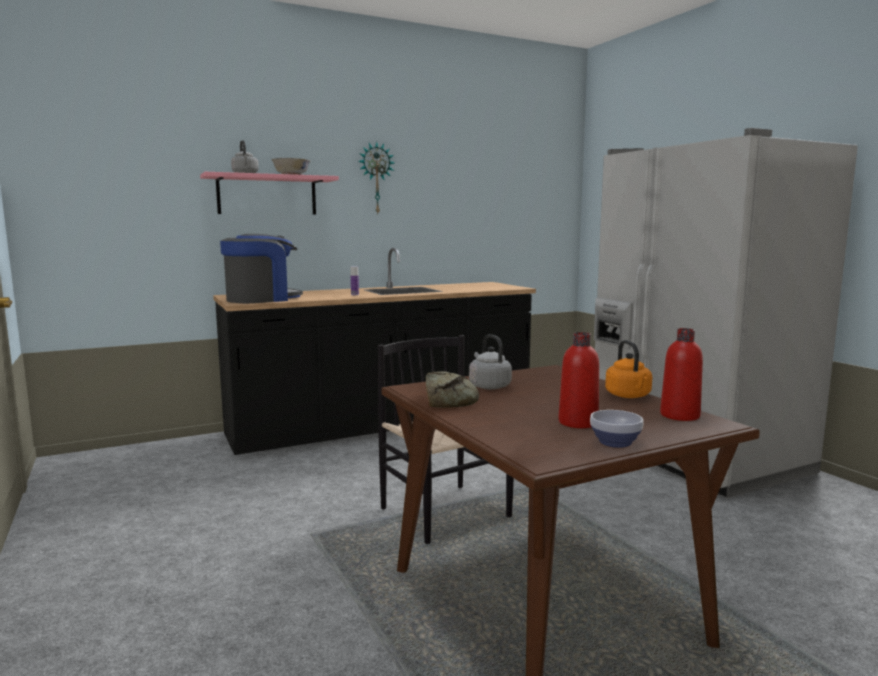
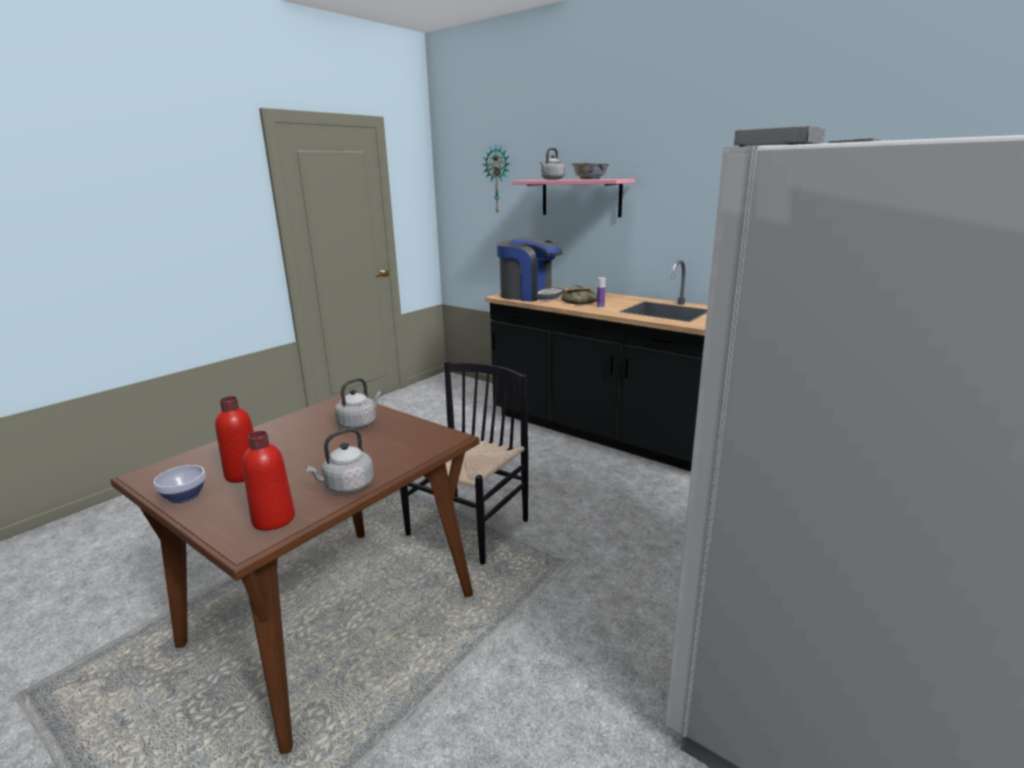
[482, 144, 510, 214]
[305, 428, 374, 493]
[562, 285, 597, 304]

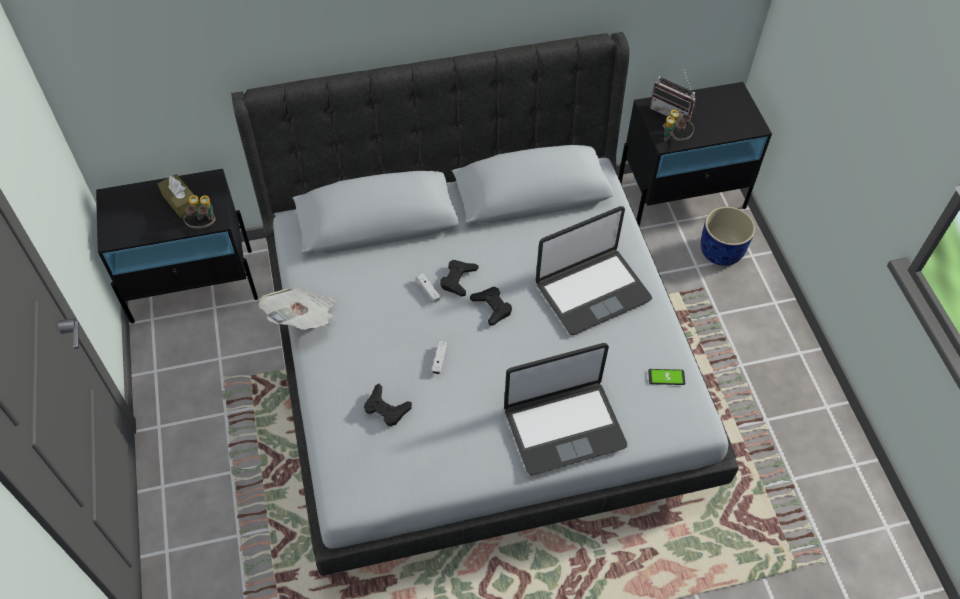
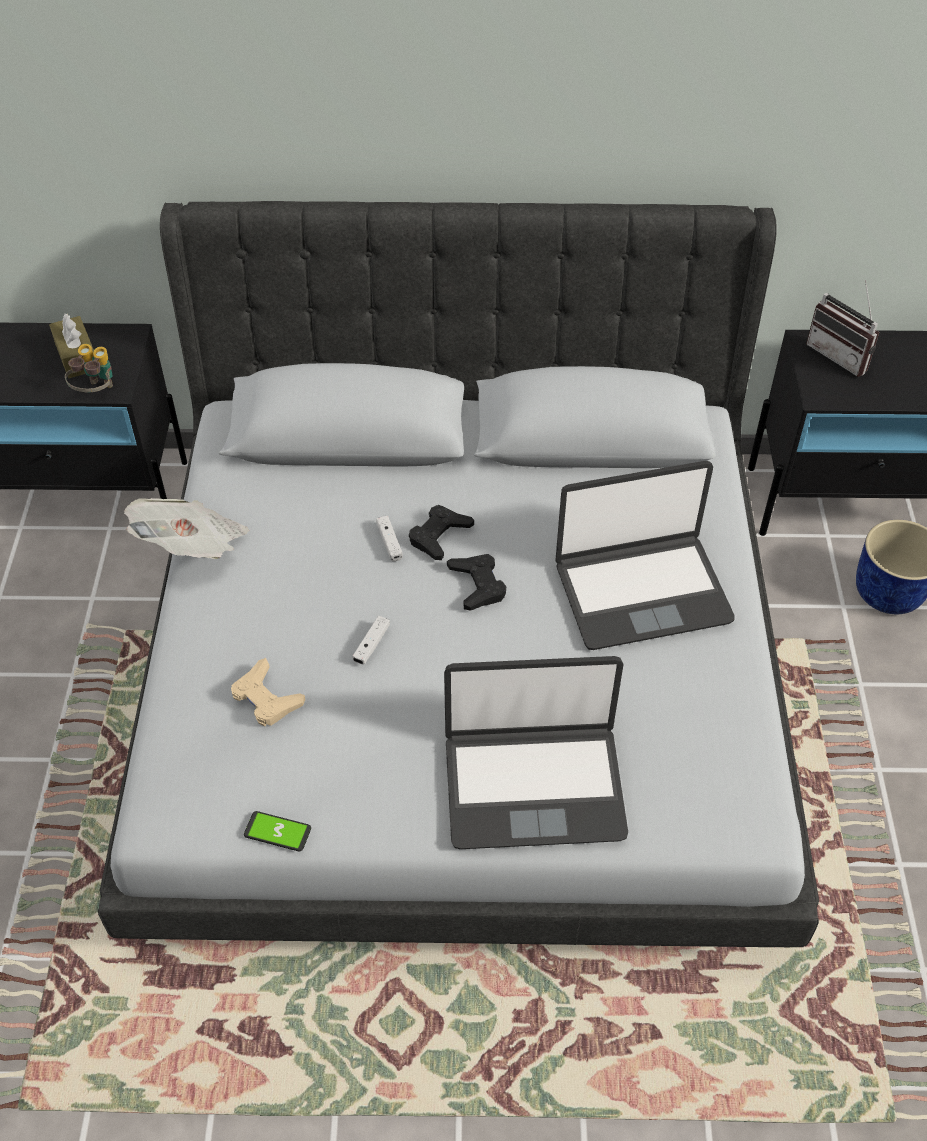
[663, 110, 694, 141] (first image)
[244, 811, 311, 851]
[231, 658, 305, 726]

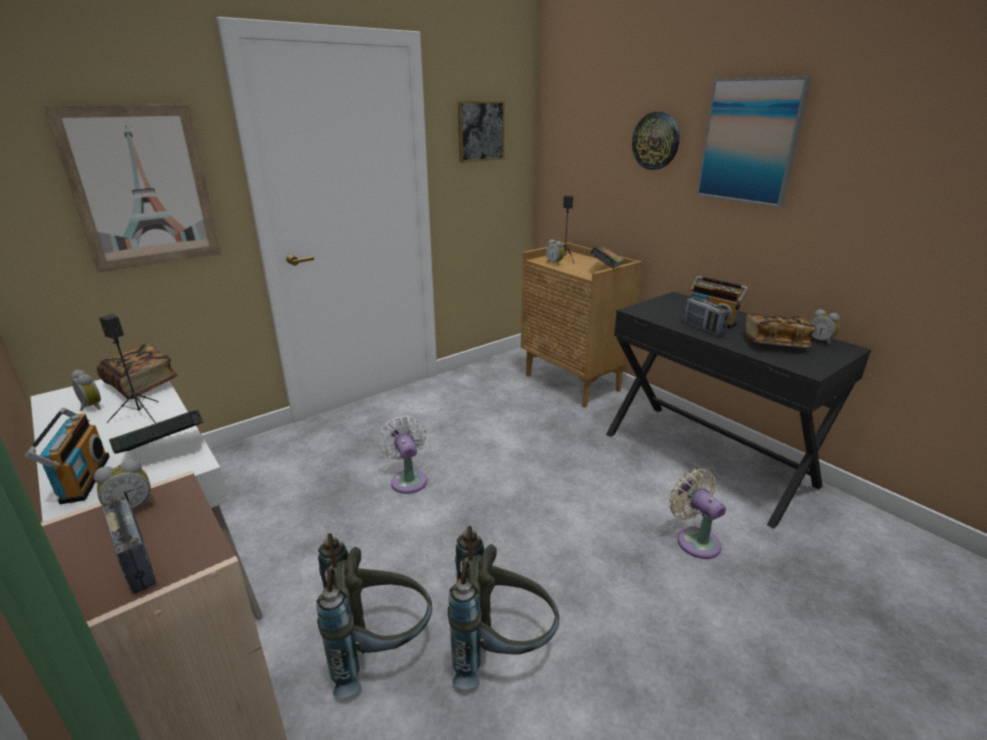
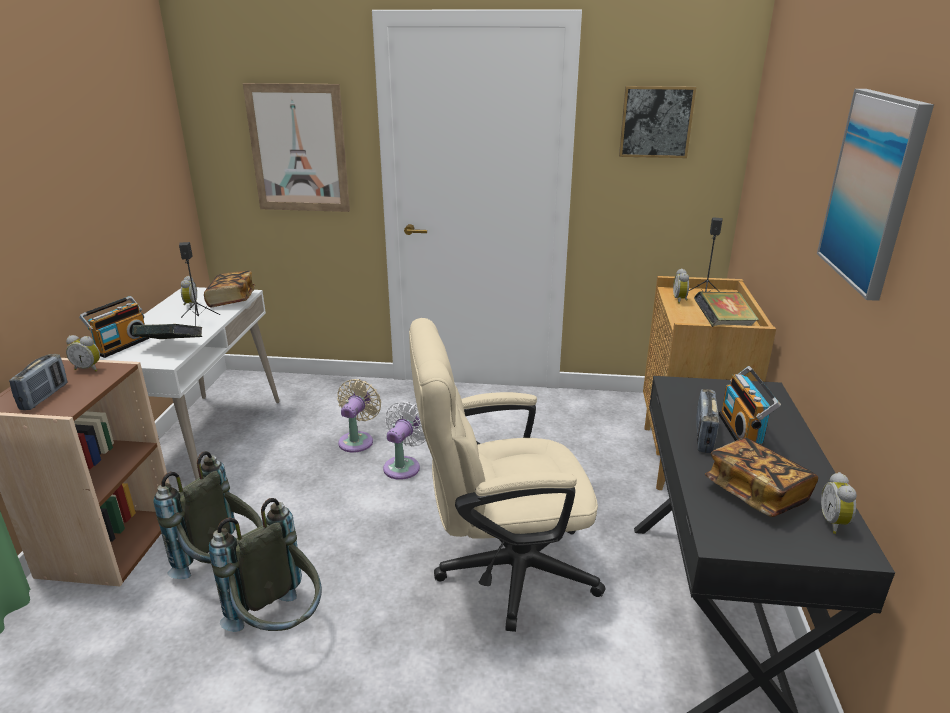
[632, 112, 680, 170] (first image)
[337, 379, 381, 453]
[409, 318, 605, 632]

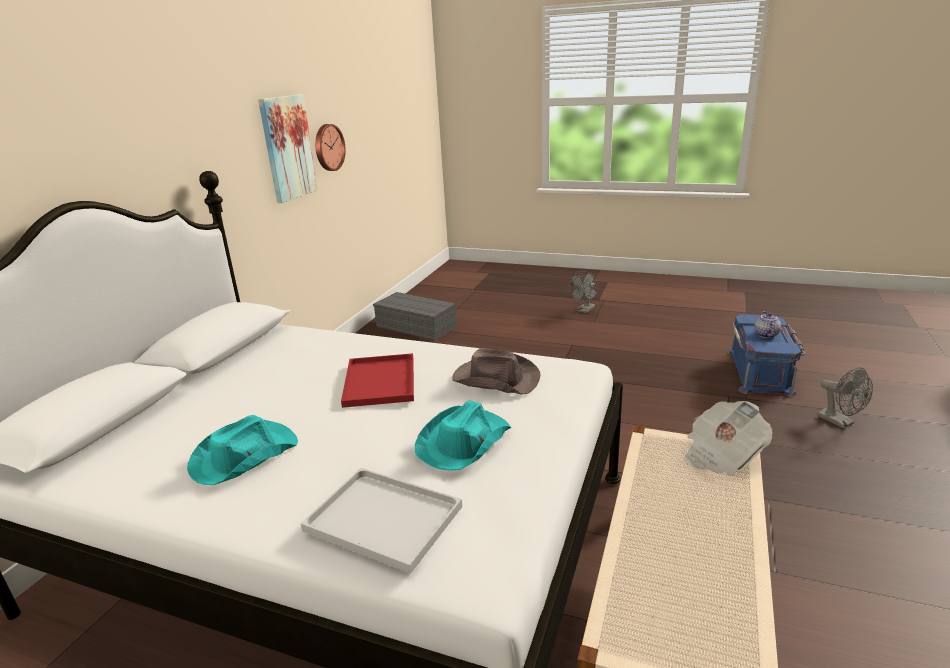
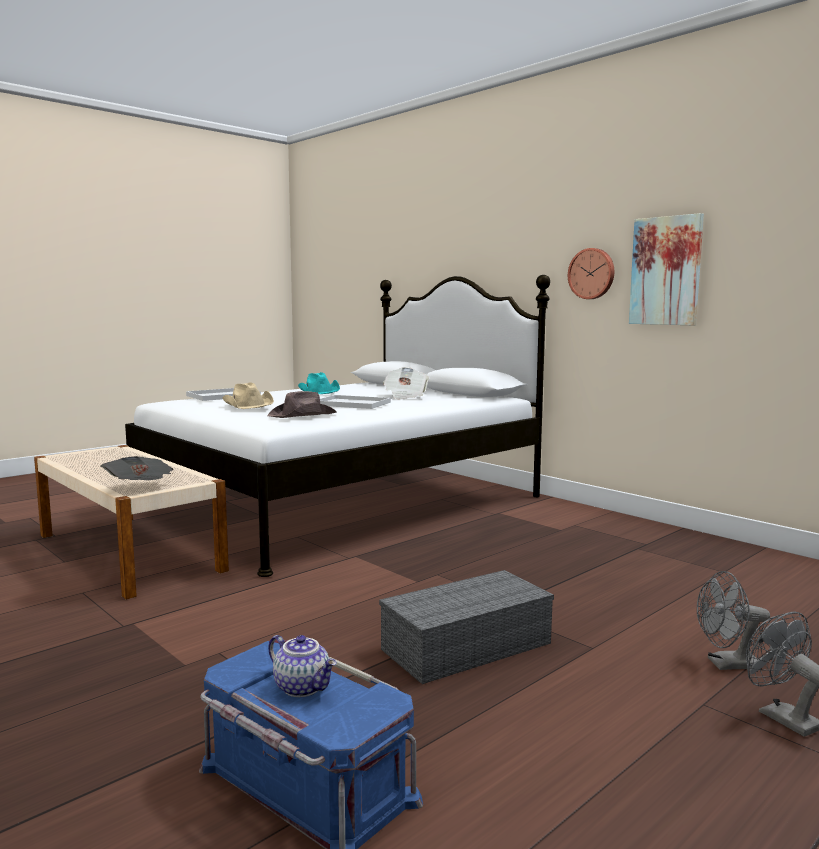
[568, 248, 614, 299]
[379, 570, 554, 684]
[320, 395, 391, 409]
[697, 571, 770, 670]
[222, 382, 274, 409]
[383, 367, 429, 400]

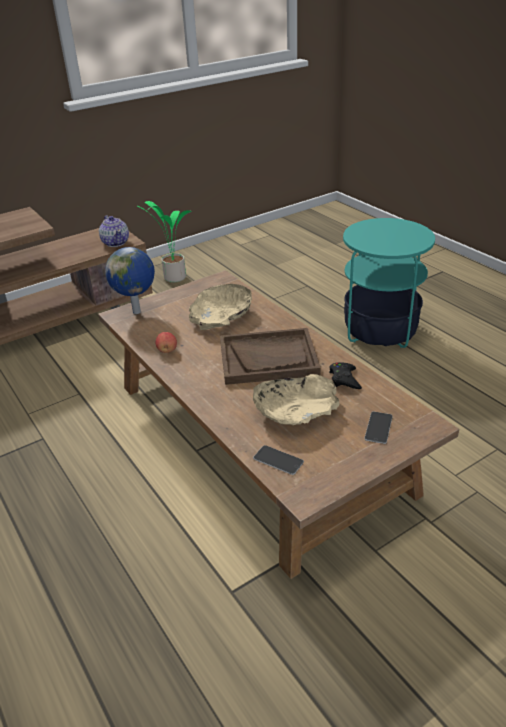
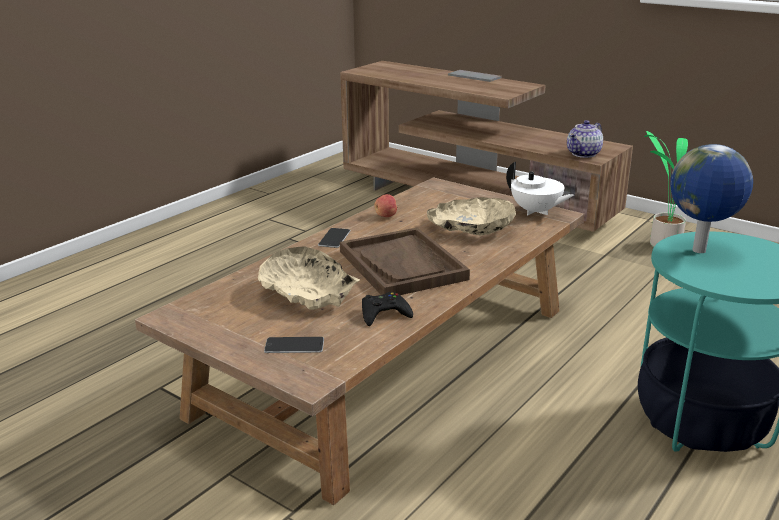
[670, 144, 753, 253]
[318, 228, 350, 248]
[506, 162, 574, 215]

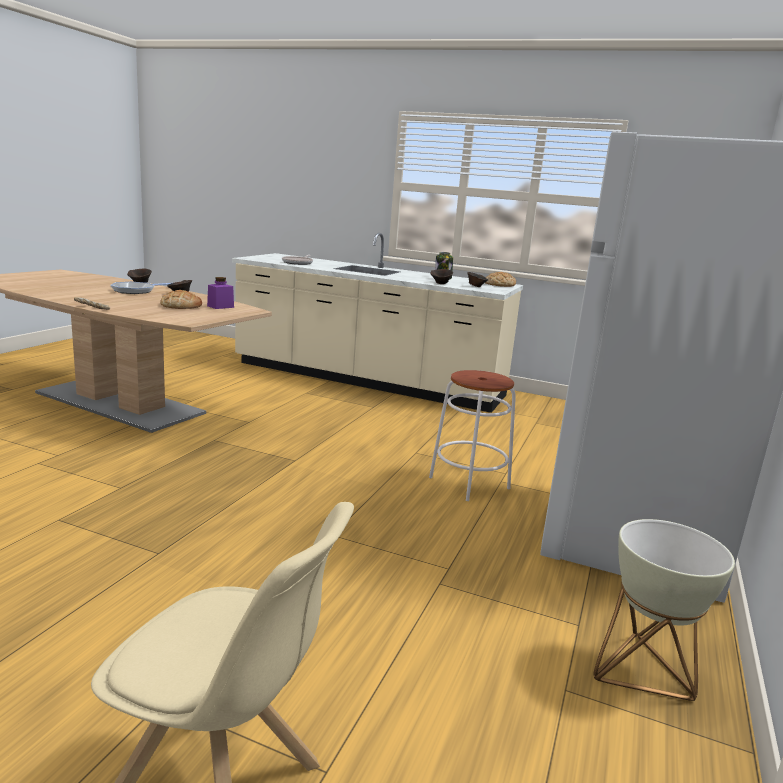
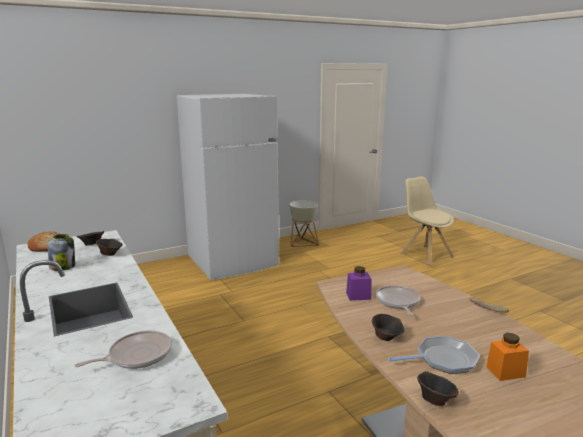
[376, 285, 420, 316]
[429, 370, 515, 501] (first image)
[486, 333, 529, 381]

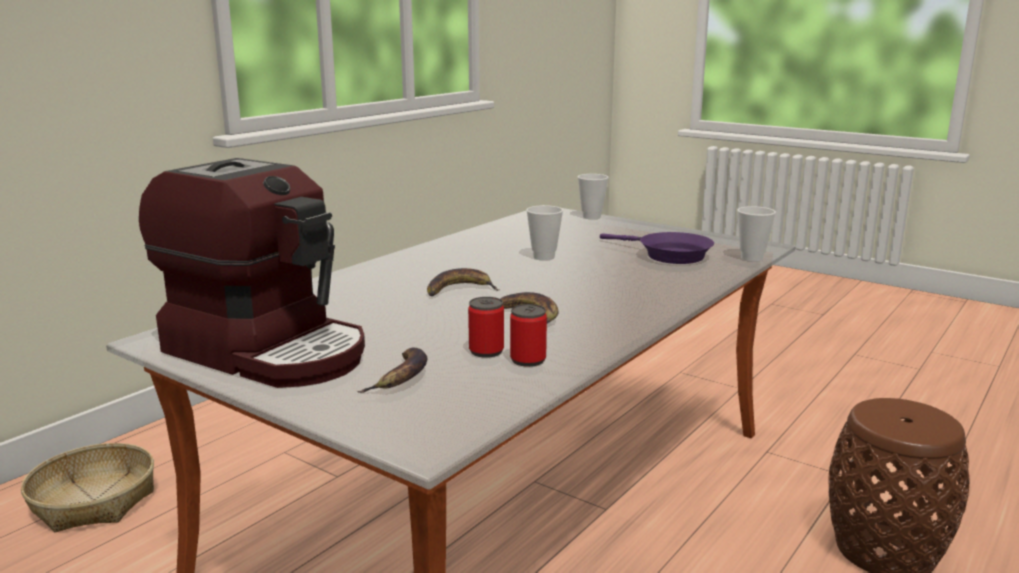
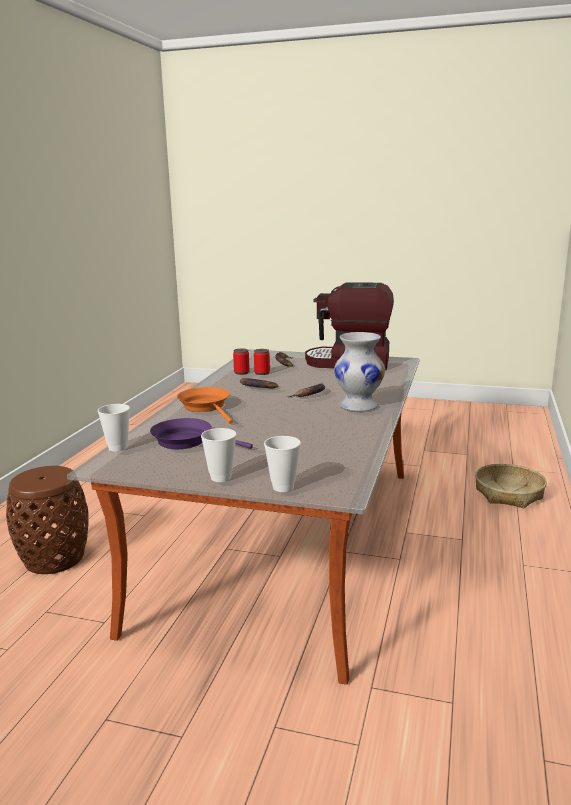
[201, 428, 237, 482]
[334, 332, 385, 411]
[177, 387, 233, 424]

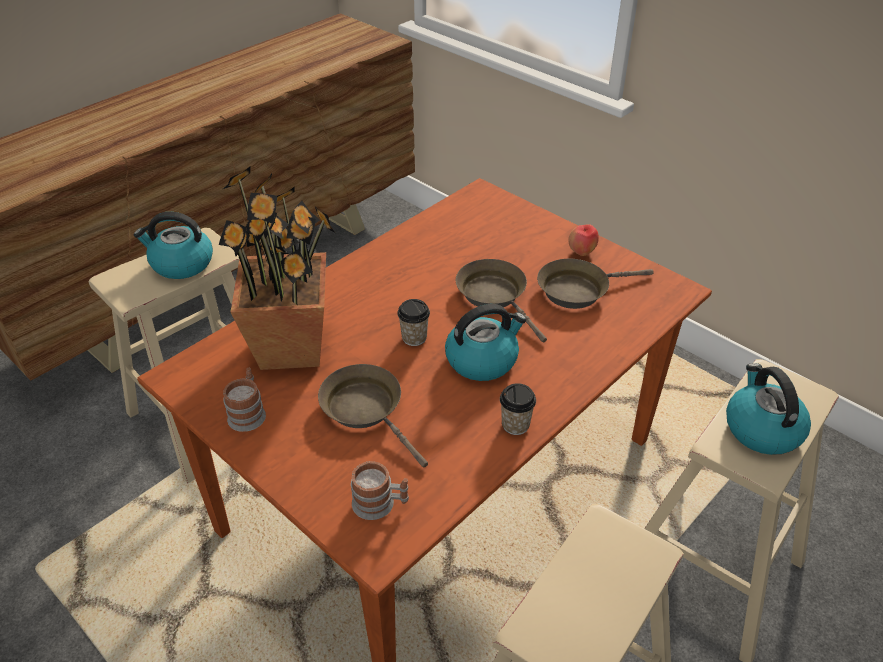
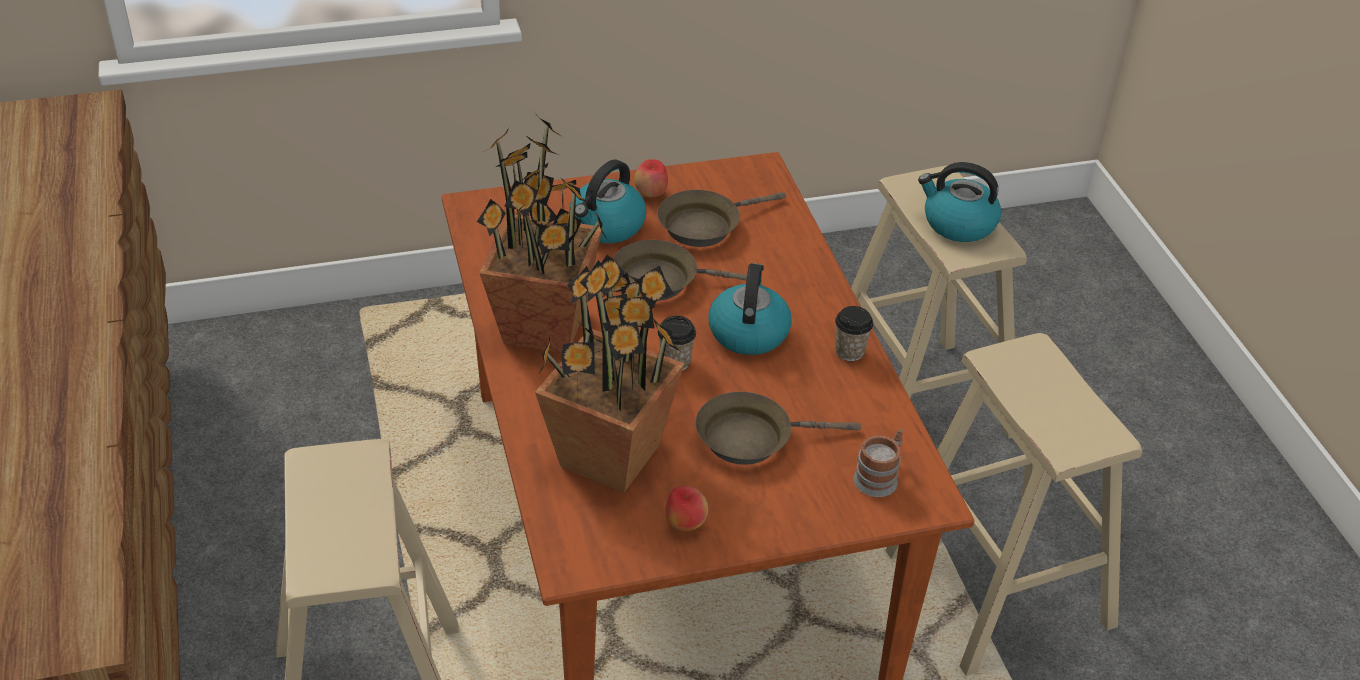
[569, 160, 646, 243]
[657, 190, 786, 247]
[666, 486, 708, 531]
[477, 118, 607, 353]

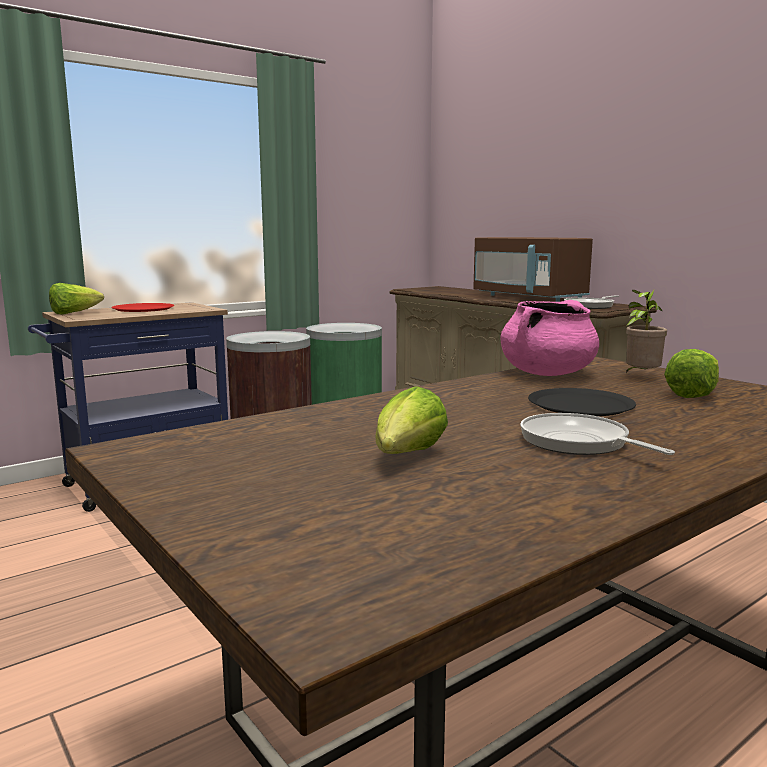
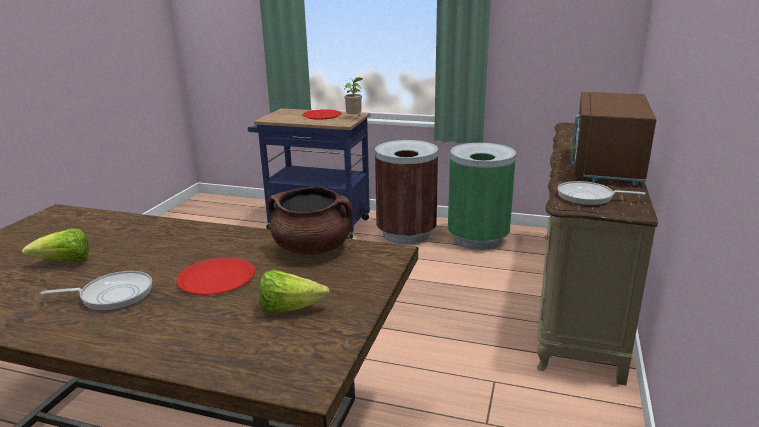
[49, 283, 104, 315] (first image)
[344, 77, 363, 115]
[268, 187, 353, 255]
[177, 257, 255, 295]
[41, 271, 152, 311]

